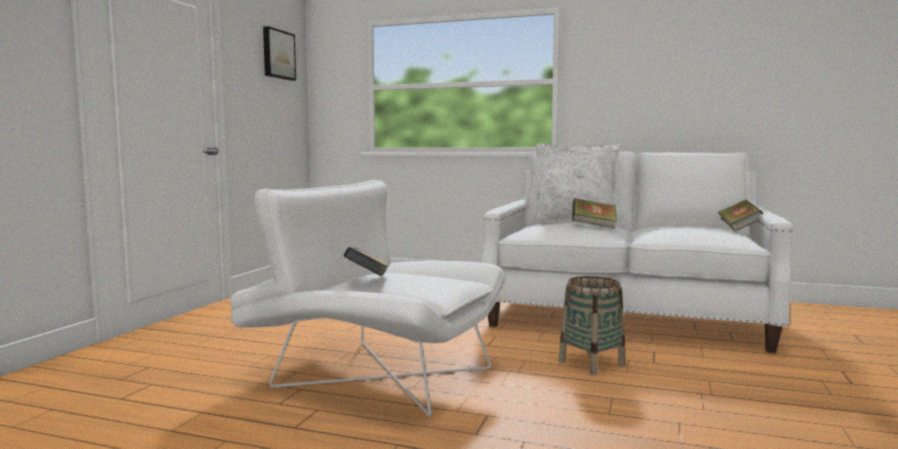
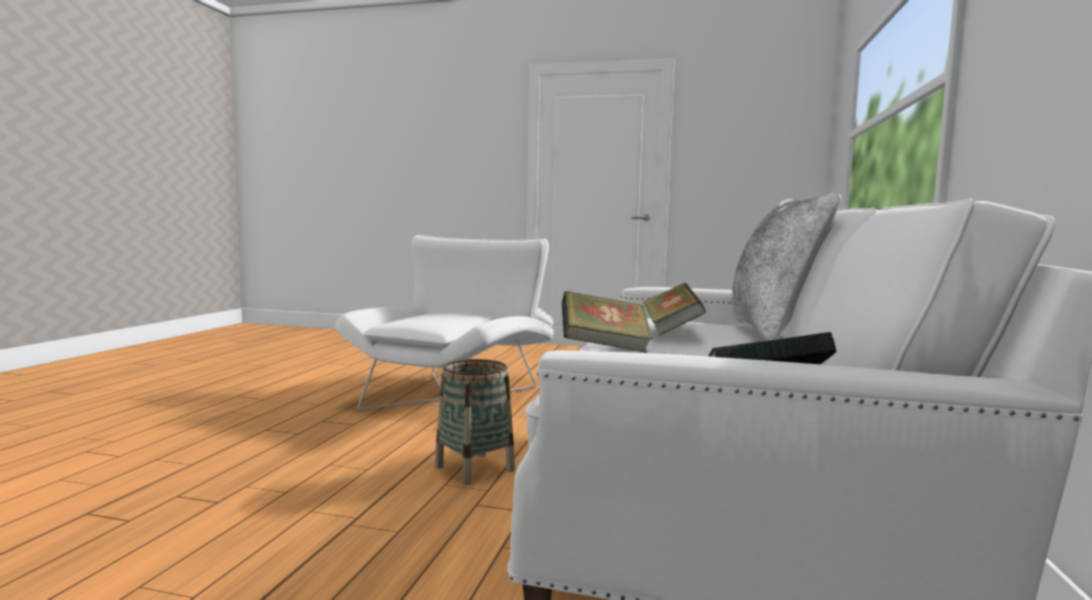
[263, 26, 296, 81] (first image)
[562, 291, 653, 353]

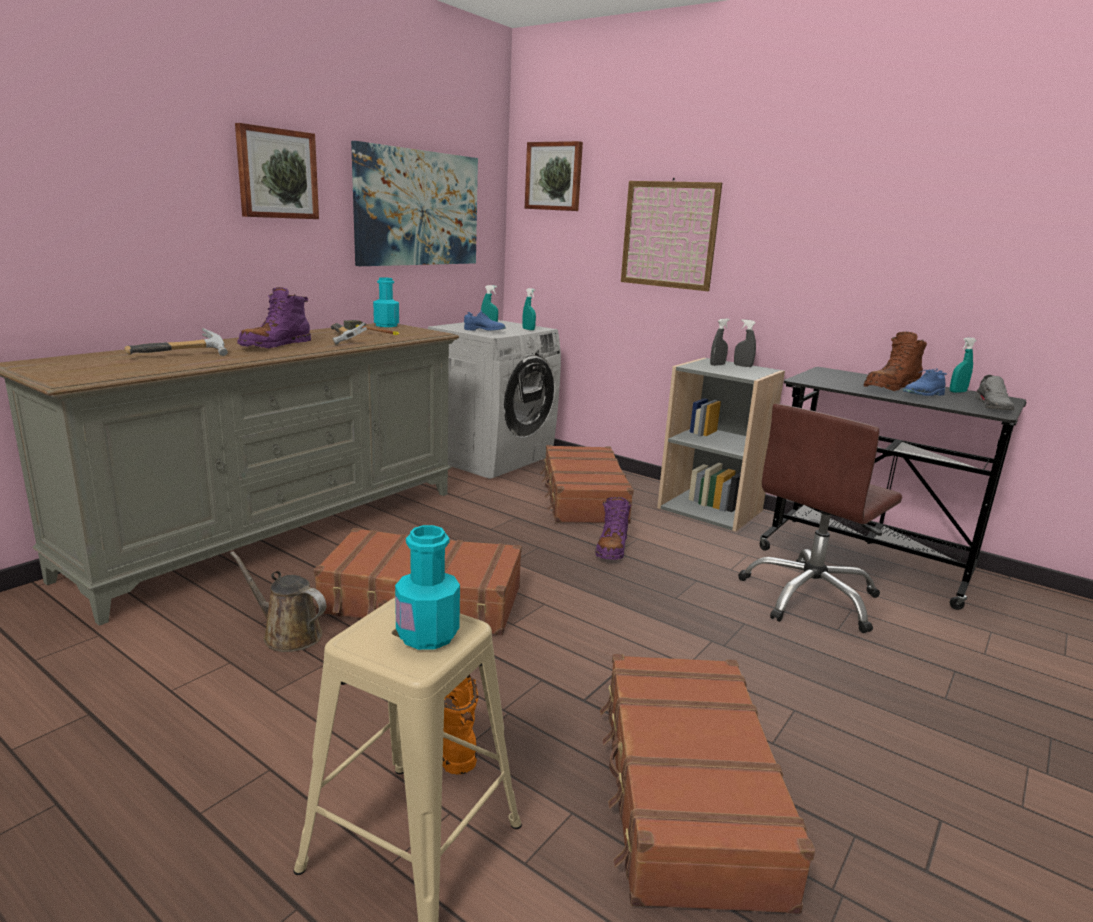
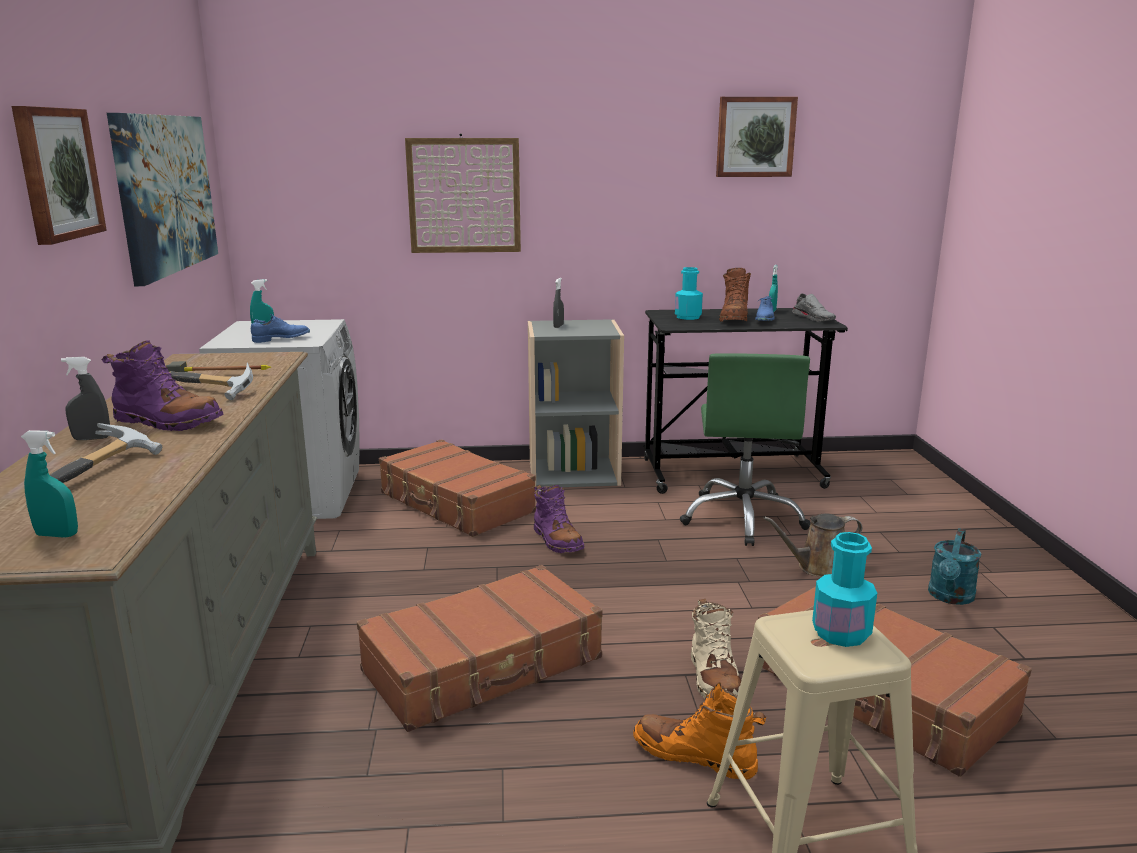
[716, 97, 798, 177]
[675, 267, 703, 320]
[102, 340, 223, 431]
[21, 430, 78, 538]
[61, 357, 110, 440]
[680, 353, 811, 546]
[763, 513, 862, 577]
[928, 528, 981, 605]
[691, 598, 741, 699]

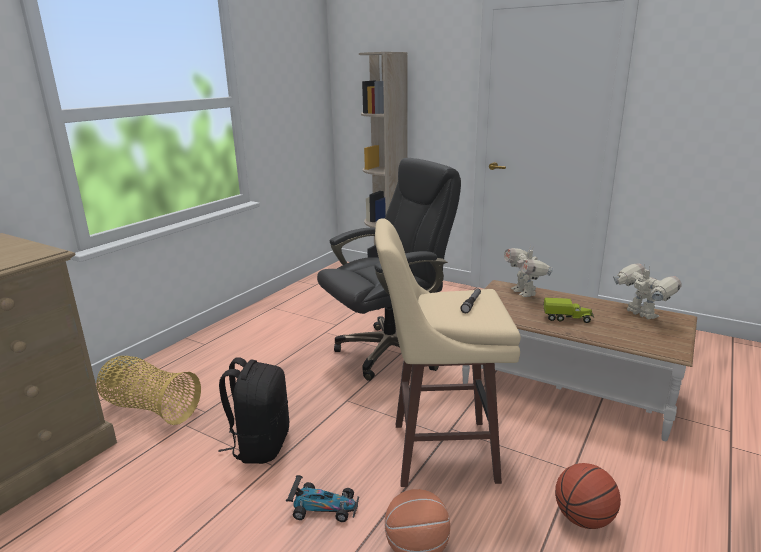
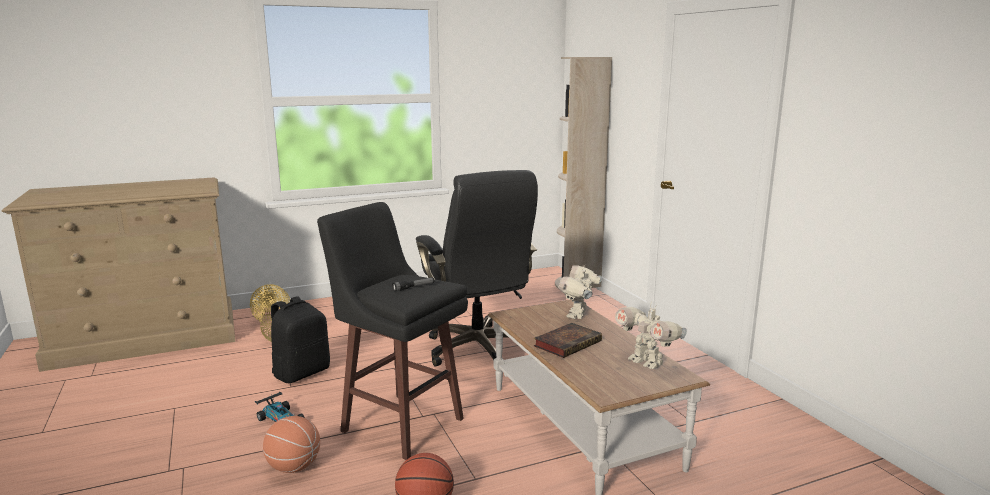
[416, 170, 538, 367]
[317, 202, 468, 460]
[615, 304, 687, 369]
[534, 323, 602, 358]

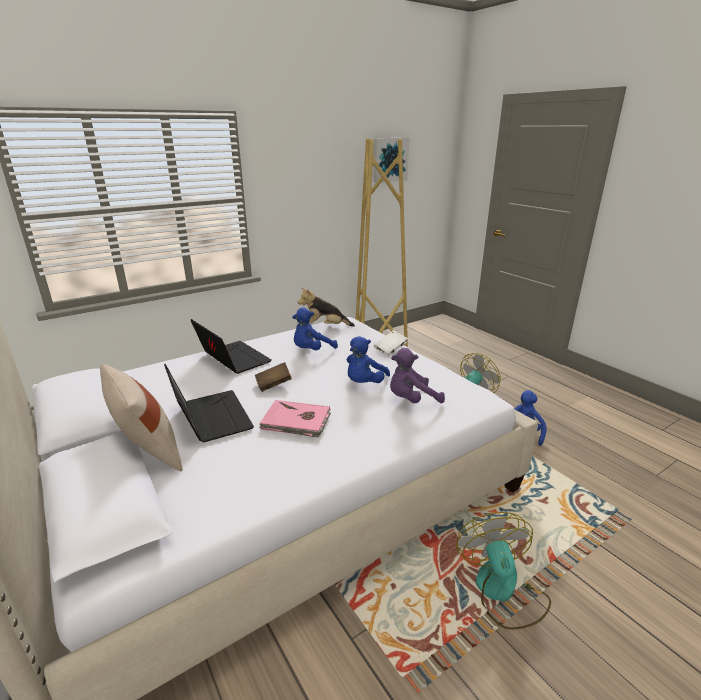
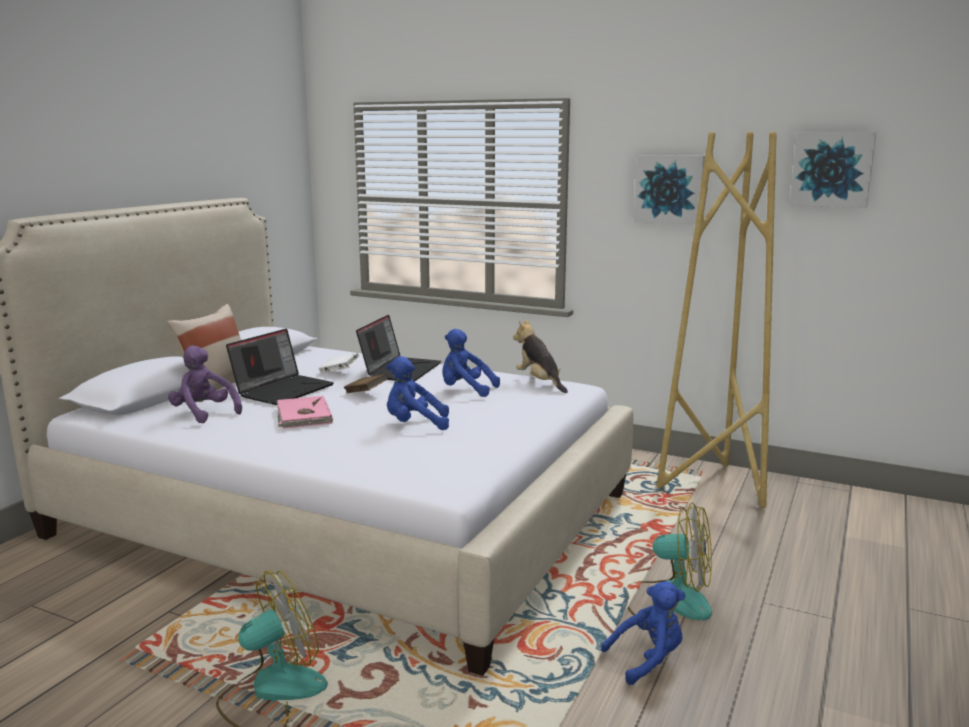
[318, 353, 359, 374]
[168, 345, 242, 423]
[634, 155, 705, 224]

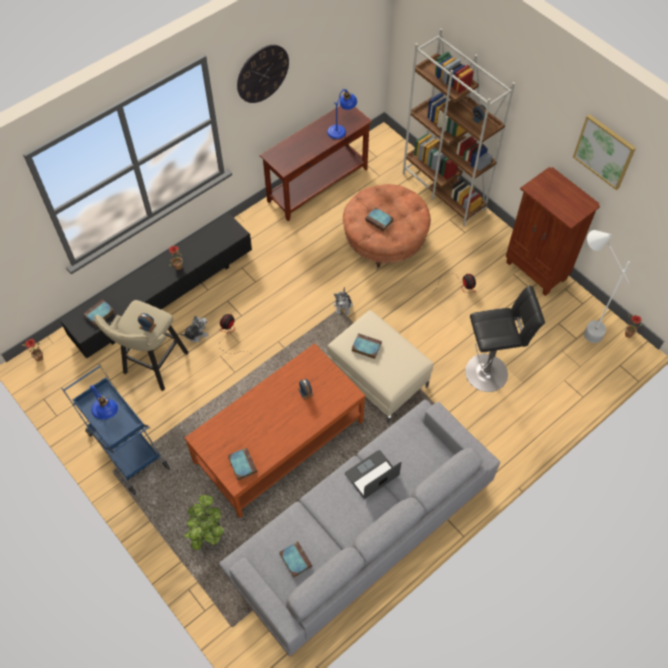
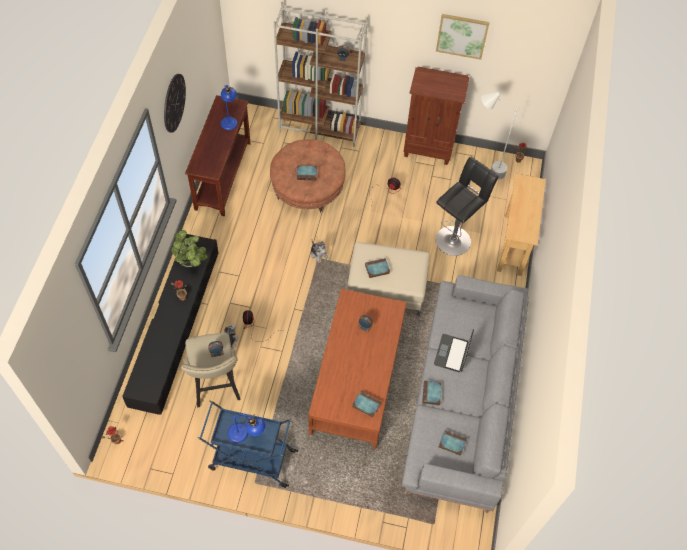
[422, 380, 441, 405]
[171, 230, 208, 267]
[497, 174, 546, 276]

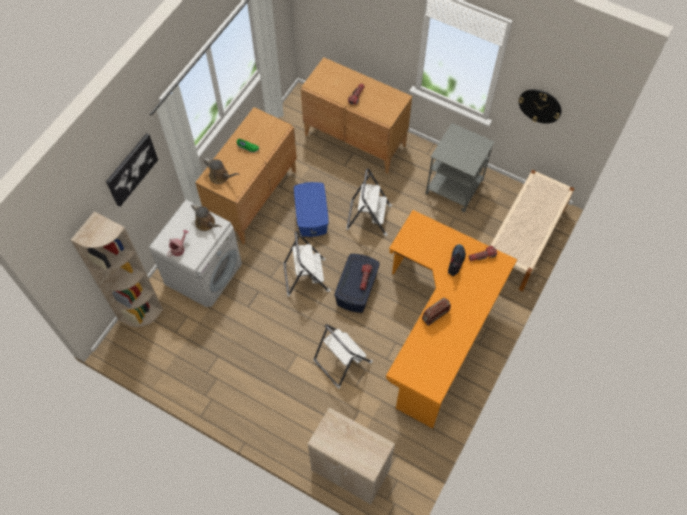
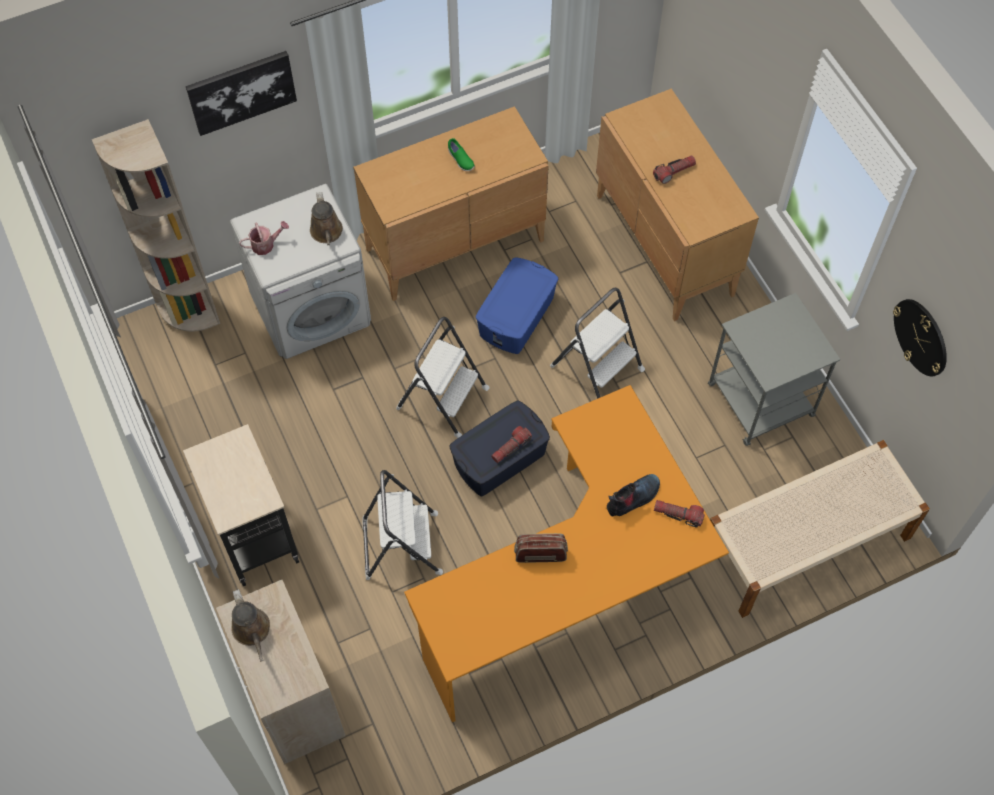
[231, 589, 270, 662]
[183, 424, 299, 587]

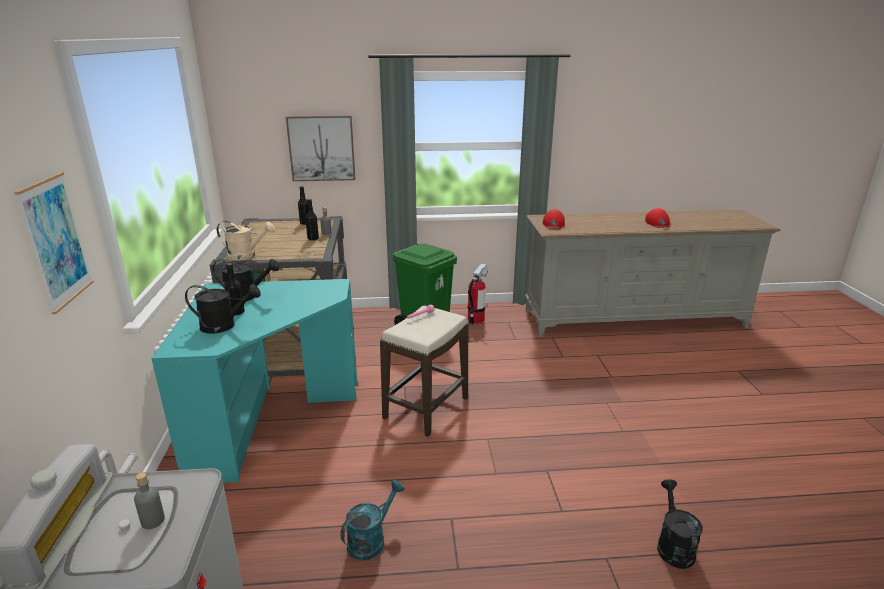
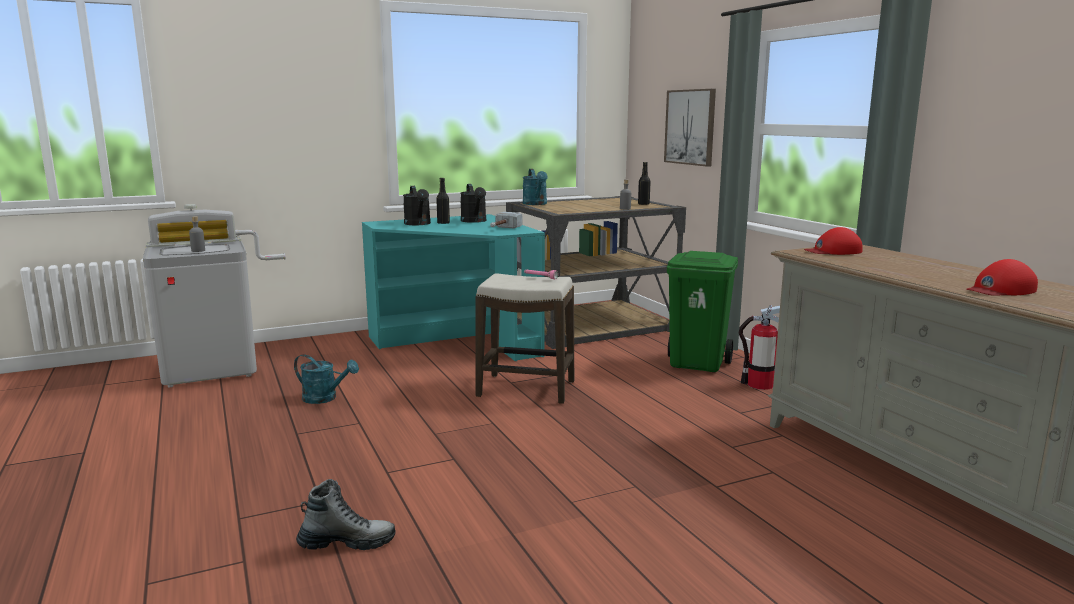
[14, 172, 94, 314] (first image)
[305, 199, 319, 241] (first image)
[523, 169, 548, 205]
[296, 479, 396, 550]
[490, 212, 523, 228]

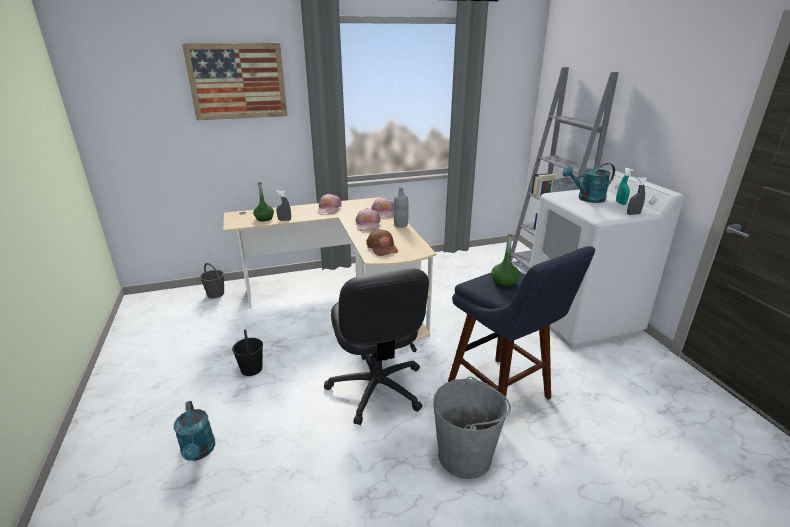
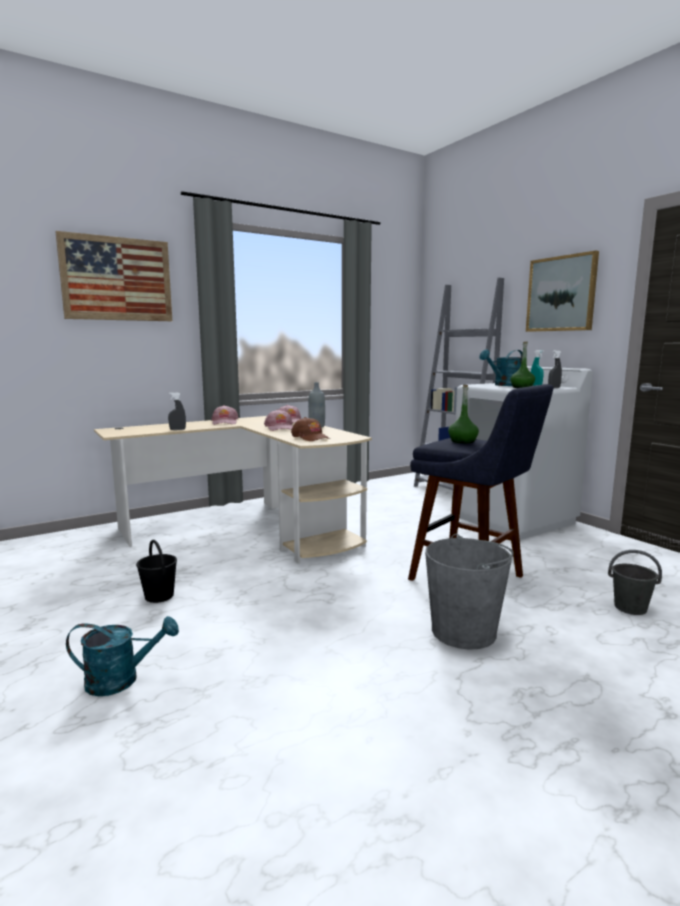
[510, 342, 535, 388]
[608, 550, 662, 615]
[324, 269, 429, 425] (first image)
[66, 616, 179, 696]
[526, 250, 599, 332]

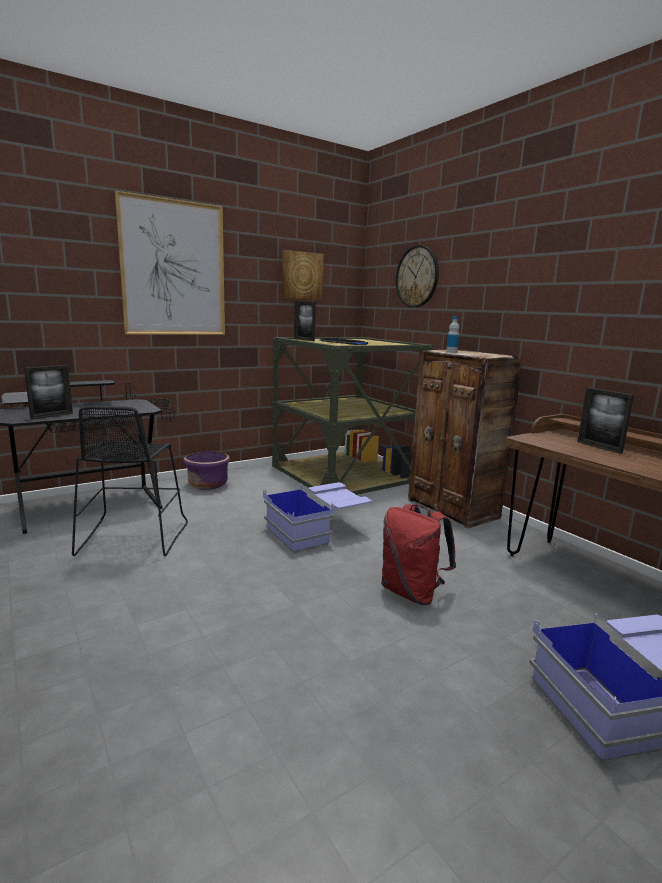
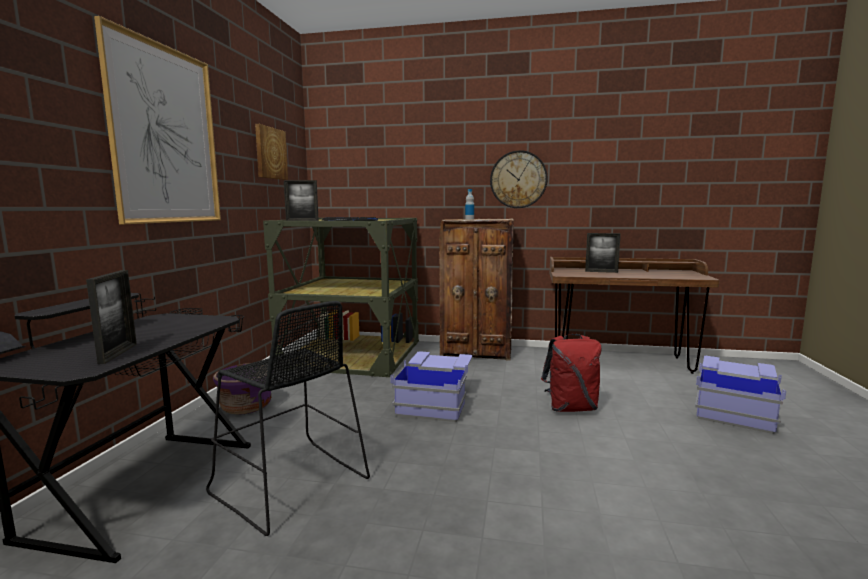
[490, 150, 548, 208]

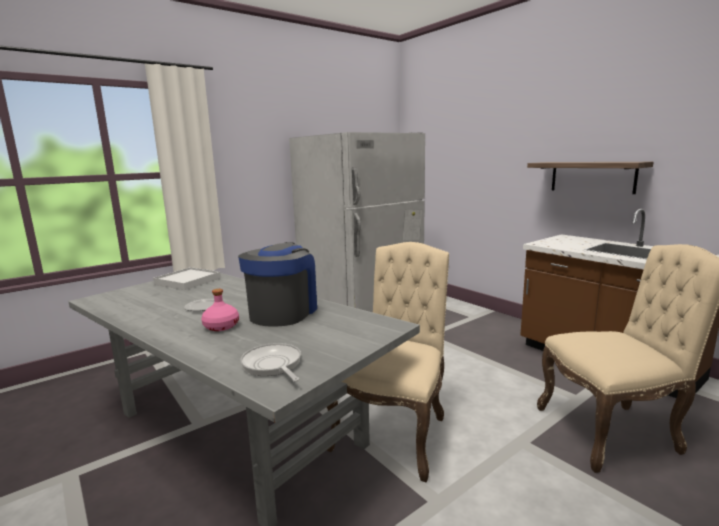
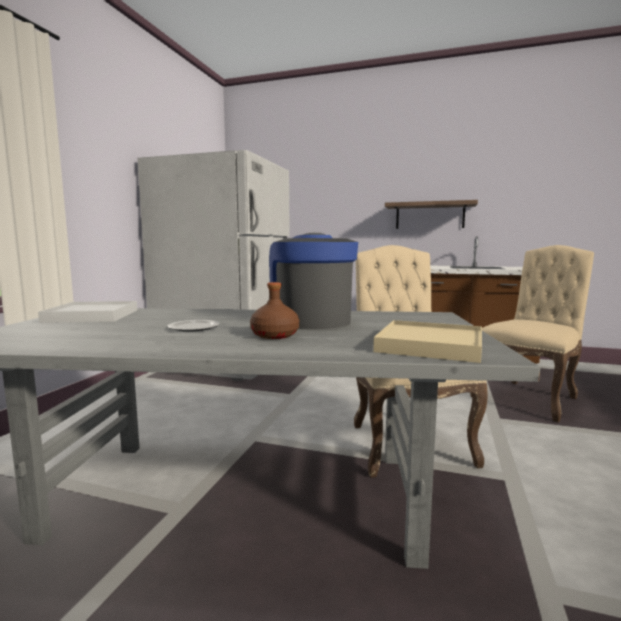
[250, 282, 299, 339]
[373, 320, 482, 363]

